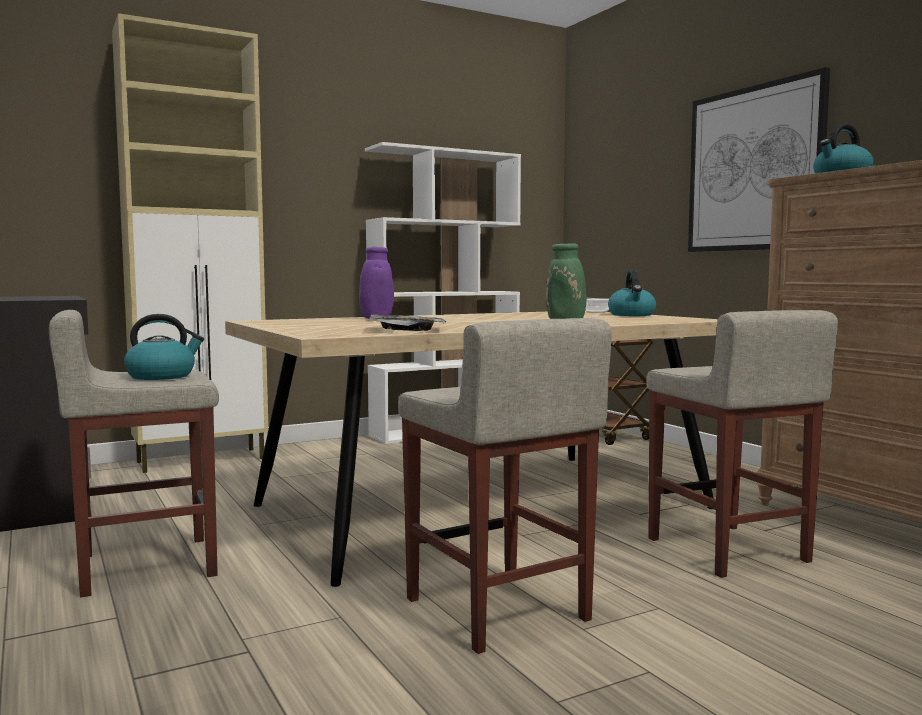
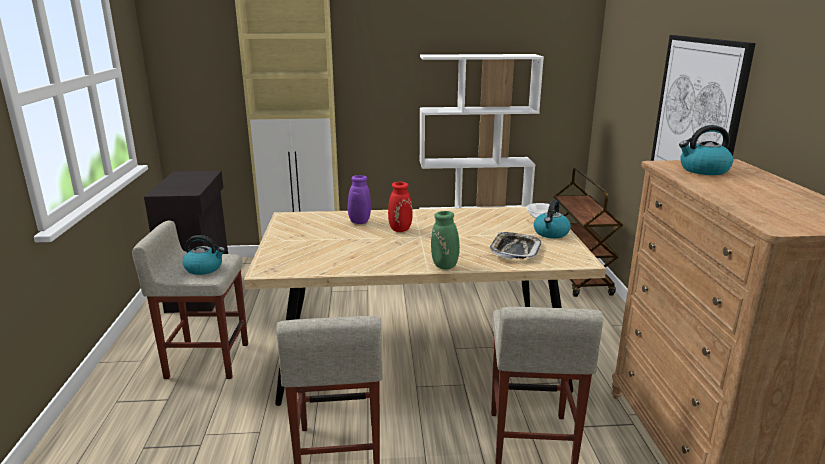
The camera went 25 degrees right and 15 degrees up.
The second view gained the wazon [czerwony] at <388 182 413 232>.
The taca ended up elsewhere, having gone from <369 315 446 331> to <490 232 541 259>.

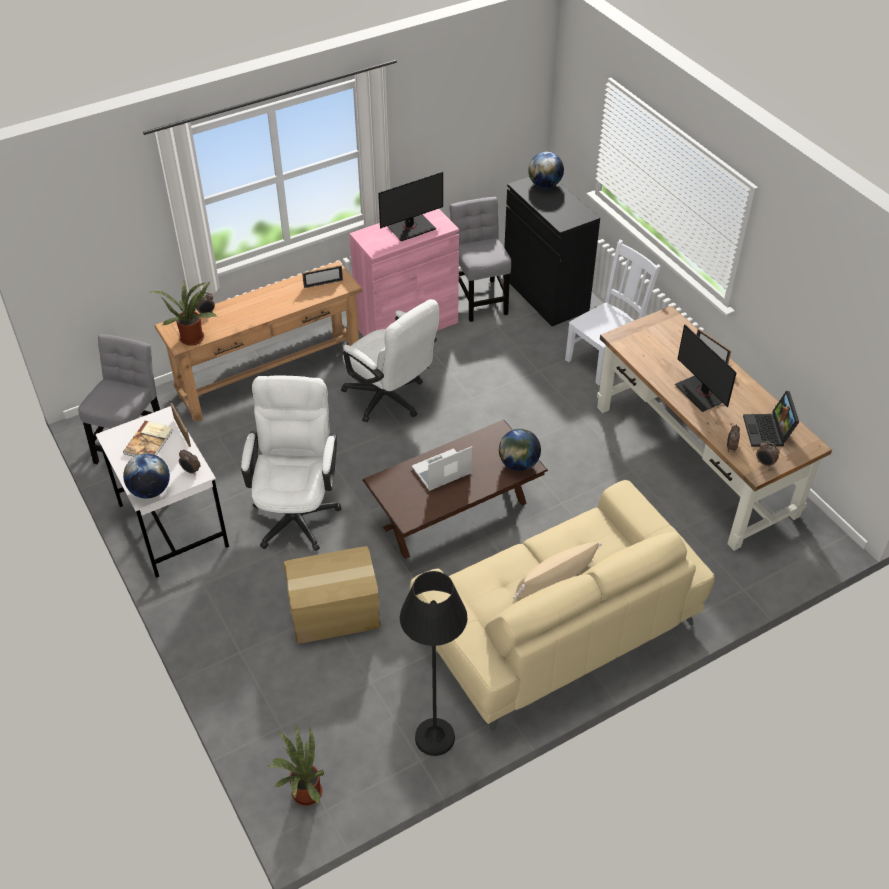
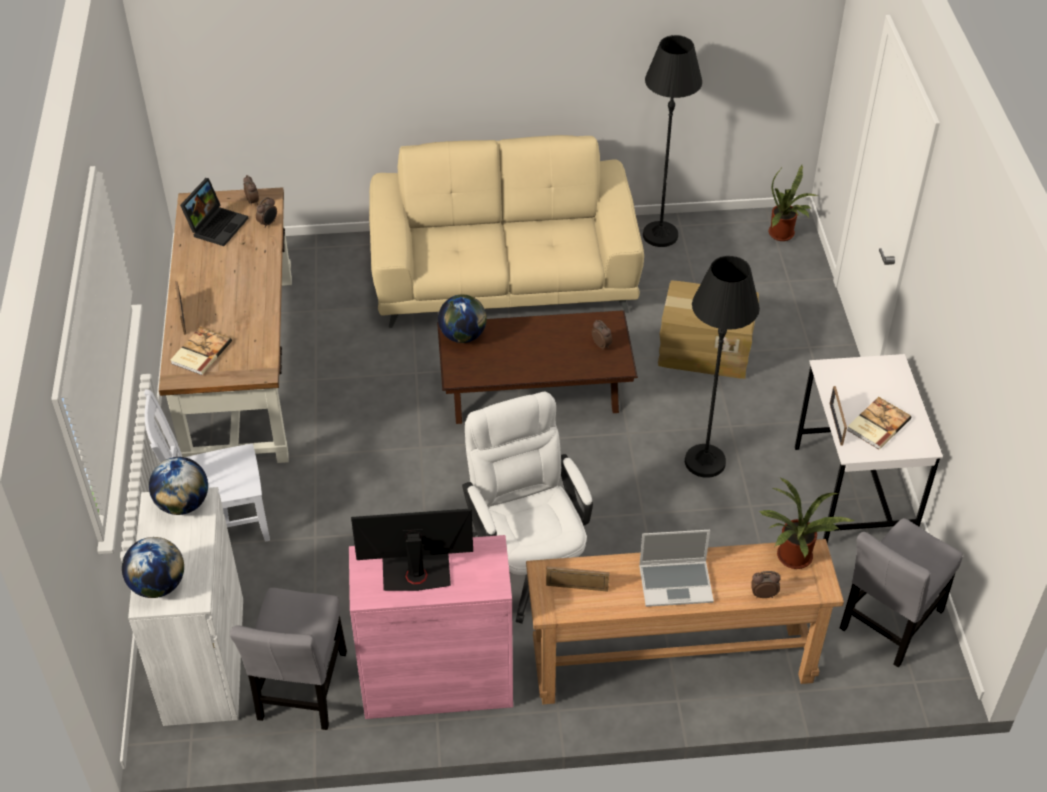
The camera went 155 degrees left and 0 degrees up.
What was the szafka [czarny] at <503 177 600 326> turned into the szafka [biały] at <128 487 243 726>.
The globus ended up elsewhere, having gone from <123 453 170 498> to <149 457 208 515>.
The second view gained the książka at <171 327 232 375>.
The budzik ended up elsewhere, having gone from <179 450 200 475> to <592 320 612 349>.
The laptop ended up elsewhere, having gone from <412 446 472 491> to <639 530 714 607>.
Where the krzesło biurowe [biały] stood at <241 376 341 551>, the lampa stojąca [czarny] came to stand at <685 256 760 478>.
The second view lost the poduszka [beżowy] at <513 542 602 600>.
The second view lost the monitor at <675 324 737 412>.

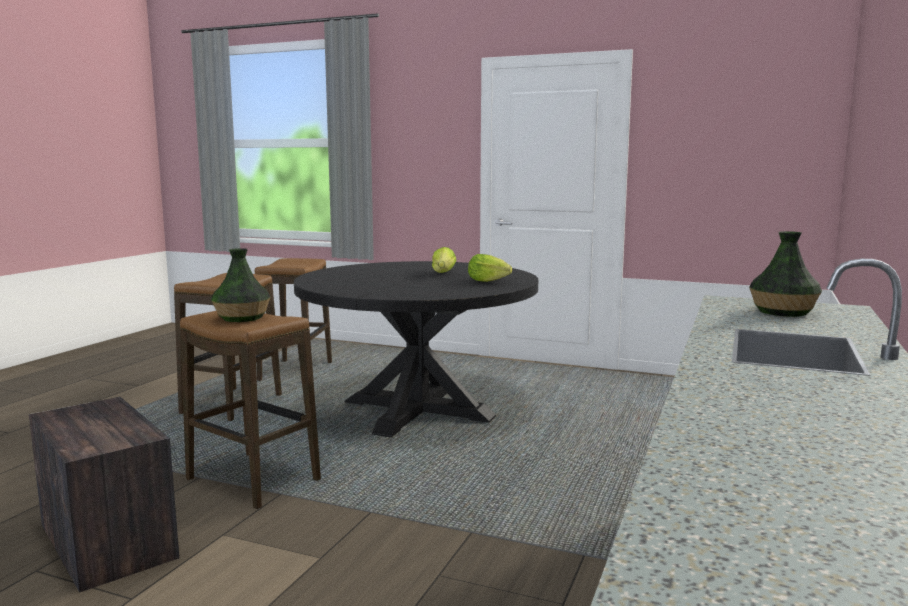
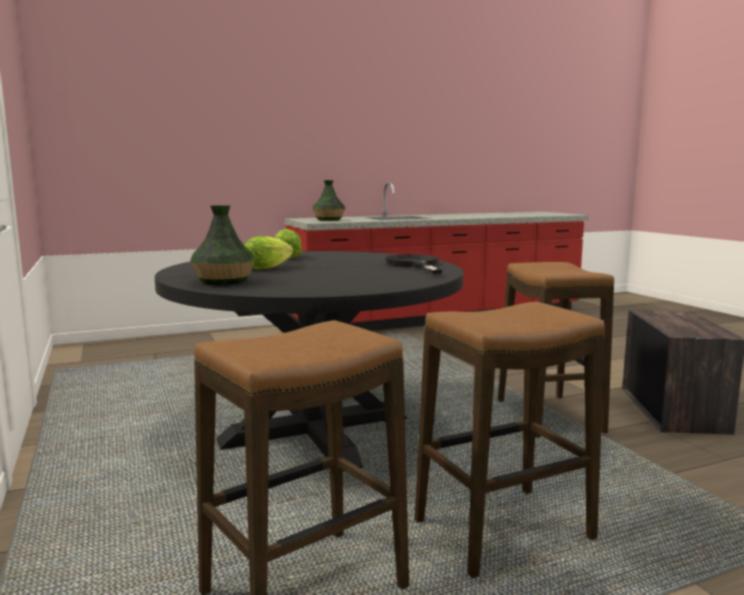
The camera went 135 degrees left and 0 degrees up.
The wazon ended up elsewhere, having gone from <211 248 271 322> to <190 205 255 285>.
The second view gained the patelnia [czarny] at <385 254 442 274>.

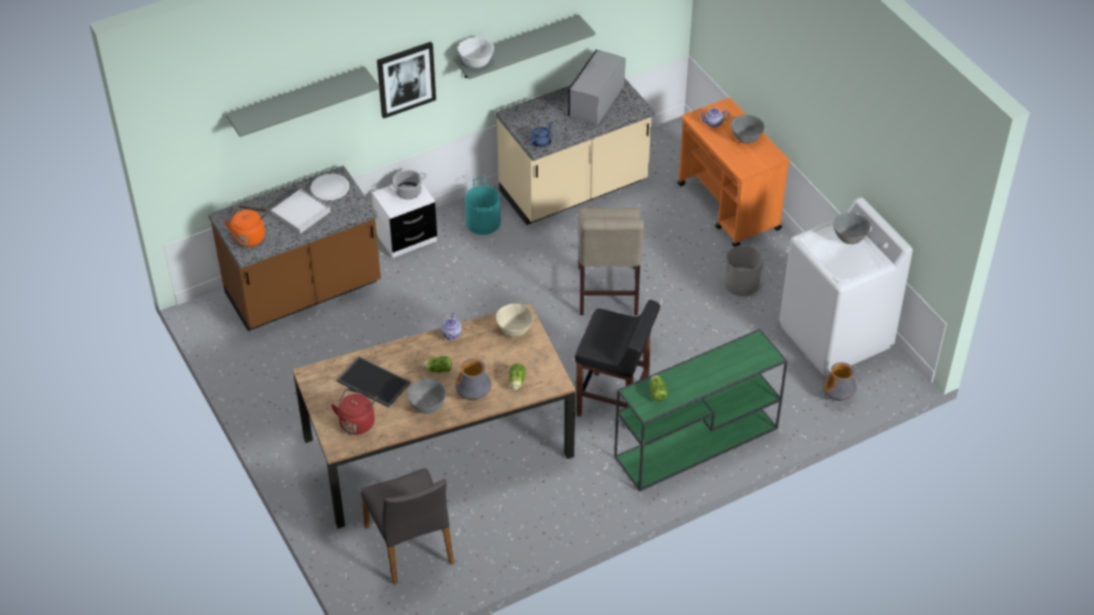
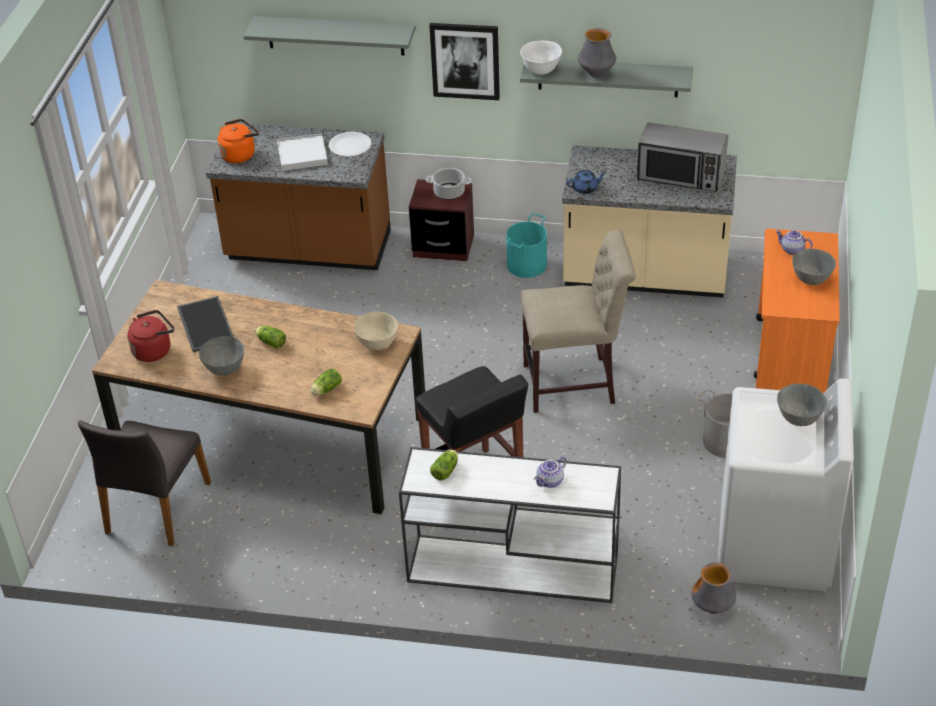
The camera went 40 degrees right and 5 degrees down.
What was the stolik konsolowy [zielony] at <614 329 788 492> turned into the stolik konsolowy [biały] at <399 447 621 603>.
What was the szafka nocna [biały] at <372 184 437 258> turned into the szafka nocna [brązowy] at <409 179 474 261>.
The krzesło [beżowy] at <578 208 644 315> ended up facing another way, 135 degrees counterclockwise from before.
The imbryk ended up elsewhere, having gone from <441 313 462 340> to <534 456 567 488>.
The wazon ended up elsewhere, having gone from <455 359 491 401> to <578 28 616 78>.
The mikrofalówka at <568 50 626 125> ended up facing another way, 135 degrees counterclockwise from before.

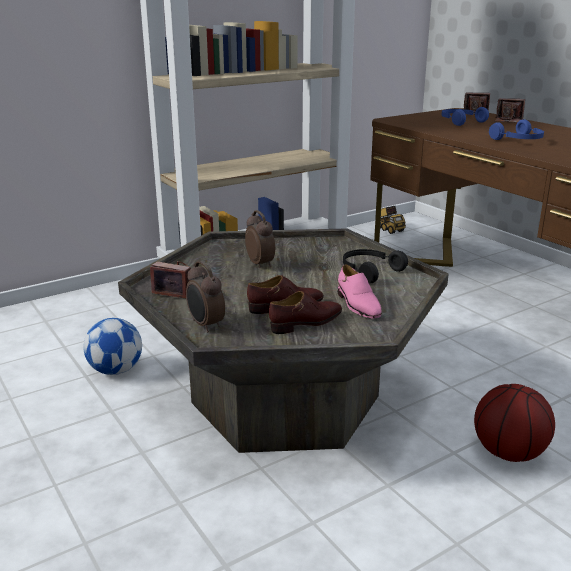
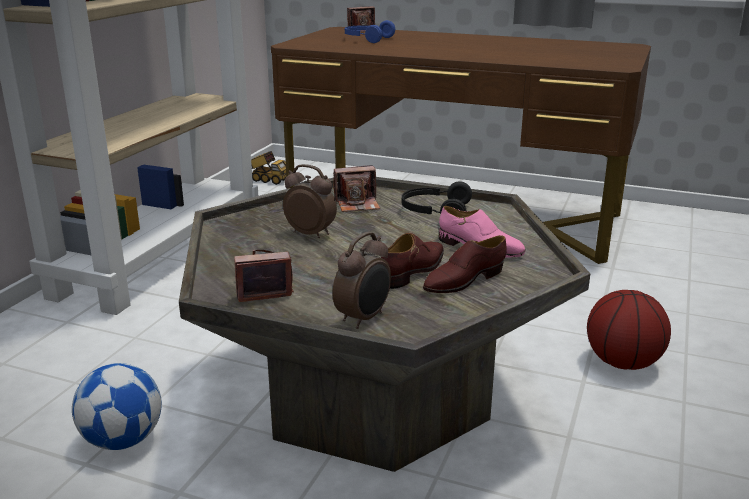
The camera went 35 degrees left and 0 degrees up.
The aparat fotograficzny ended up elsewhere, having gone from <495 98 525 123> to <333 165 380 212>.
The budzik at <186 261 225 332> ended up facing another way, 75 degrees counterclockwise from before.
The but [brązowy] at <269 291 342 334> ended up facing another way, 150 degrees counterclockwise from before.
The second view lost the słuchawki [niebieski] at <489 119 544 140>.

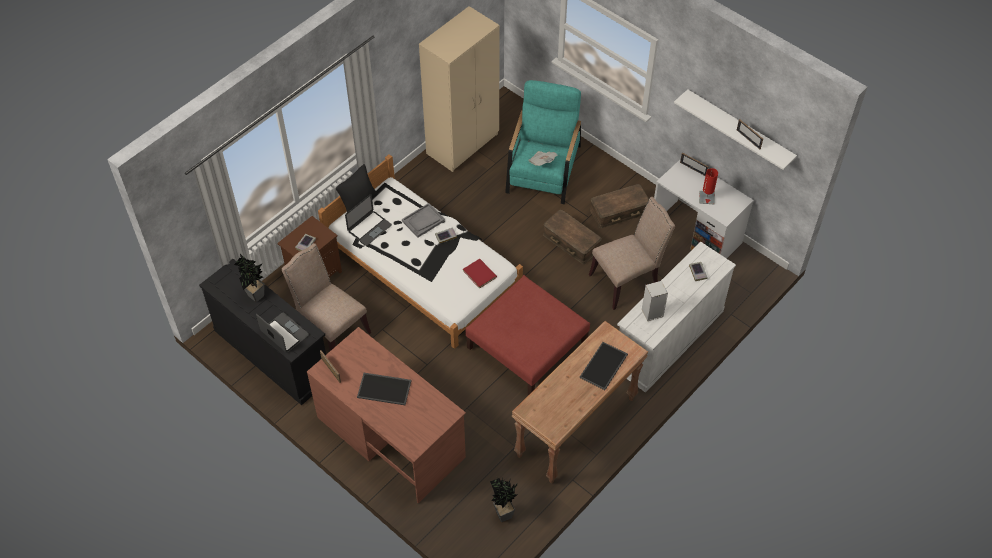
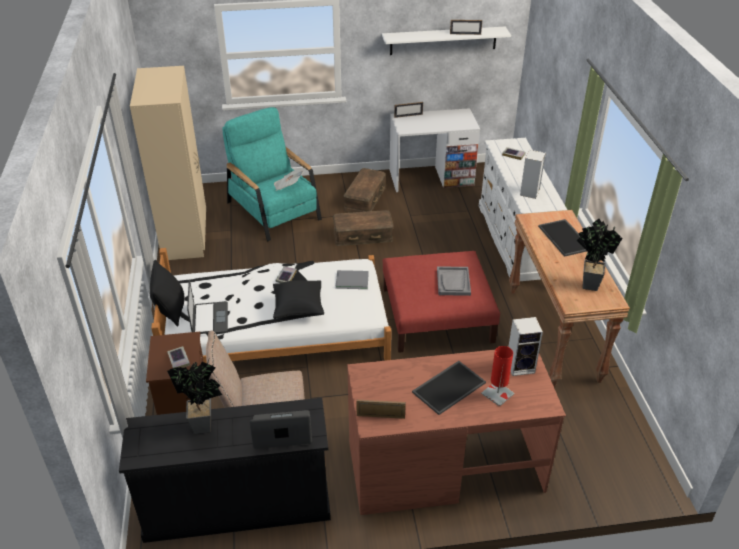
The camera went 50 degrees left and 15 degrees down.
The second view gained the poduszka [czarny] at <273 280 324 319>.
What was the książka [czerwony] at <463 259 497 289> turned into the książka [szary] at <336 270 369 289>.
The taca [szary] ended up elsewhere, having gone from <402 203 445 238> to <437 266 471 296>.
The lampa stołowa [czerwony] ended up elsewhere, having gone from <699 168 718 205> to <481 346 514 407>.
The second view gained the głośnik at <508 317 543 376>.
The roślina doniczkowa ended up elsewhere, having gone from <490 477 517 522> to <576 219 623 291>.
The second view lost the krzesło [beżowy] at <589 197 675 310>.

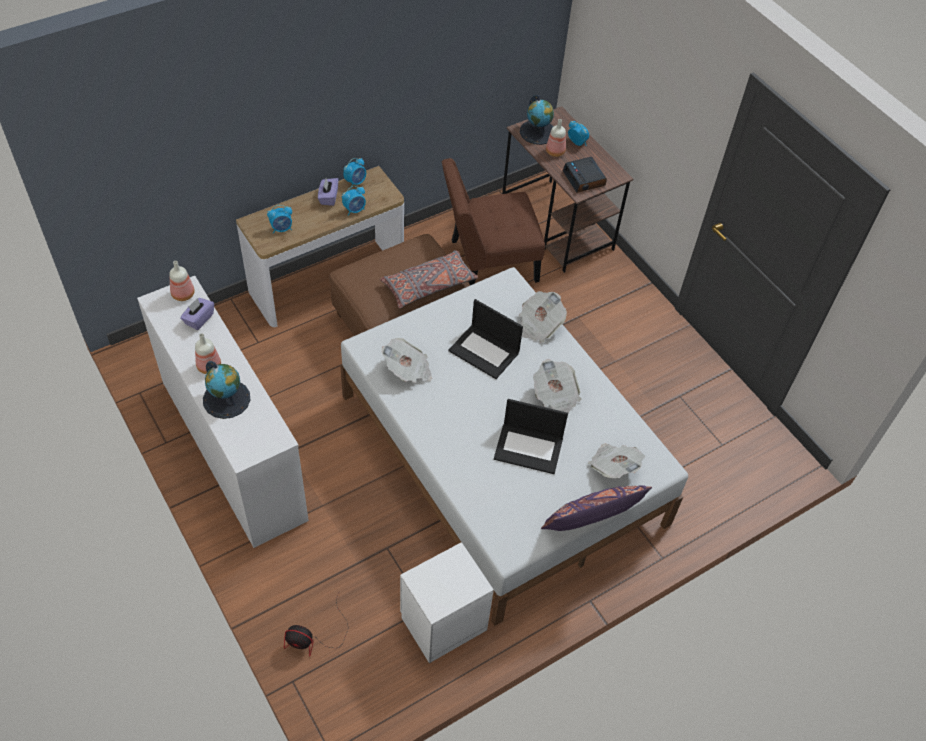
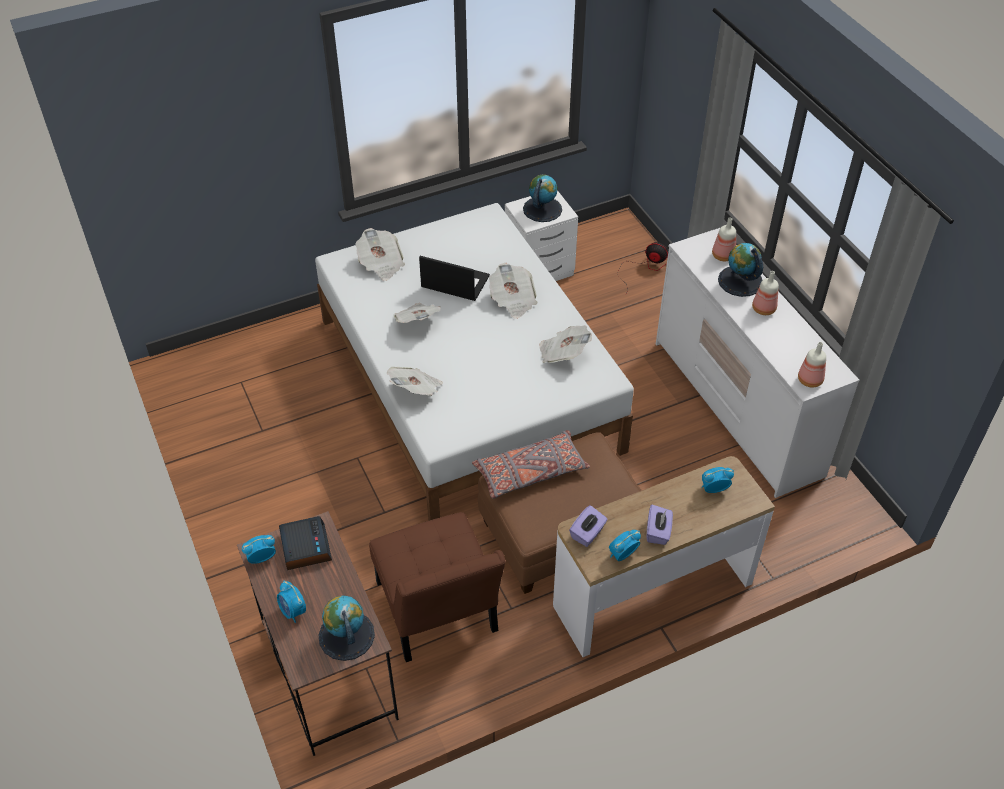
The camera went 170 degrees left and 5 degrees down.
The budzik ended up elsewhere, having gone from <342 186 366 216> to <242 535 276 564>.
The krzesło [brązowy] at <442 158 545 285> ended up facing another way, 75 degrees clockwise from before.
The second view gained the gazeta at <489 263 538 319>.
The second view gained the globus at <523 175 562 222>.
The pudełko chusteczek [fioletowy] ended up elsewhere, having gone from <180 298 214 330> to <569 505 608 547>.
The butelka ended up elsewhere, having gone from <546 119 566 157> to <712 217 736 261>.
The second view lost the laptop at <449 299 523 379>.
The second view lost the poduszka [fioletowy] at <541 485 652 531>.

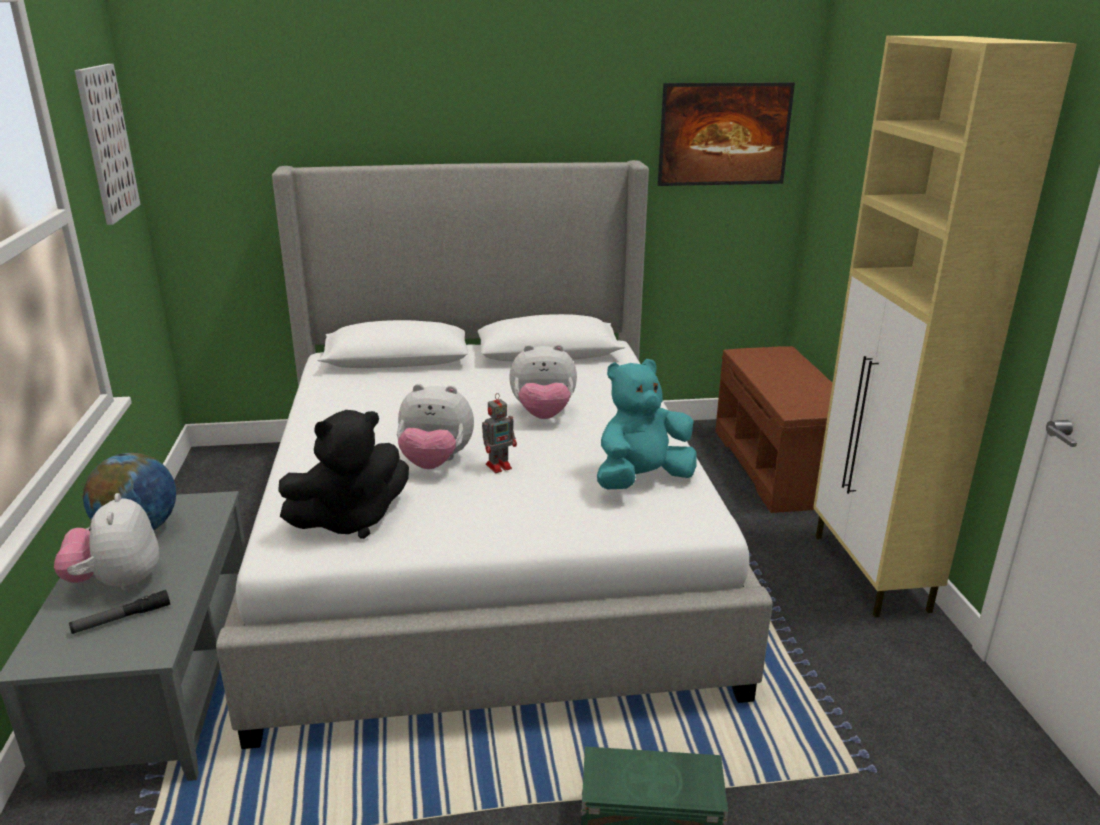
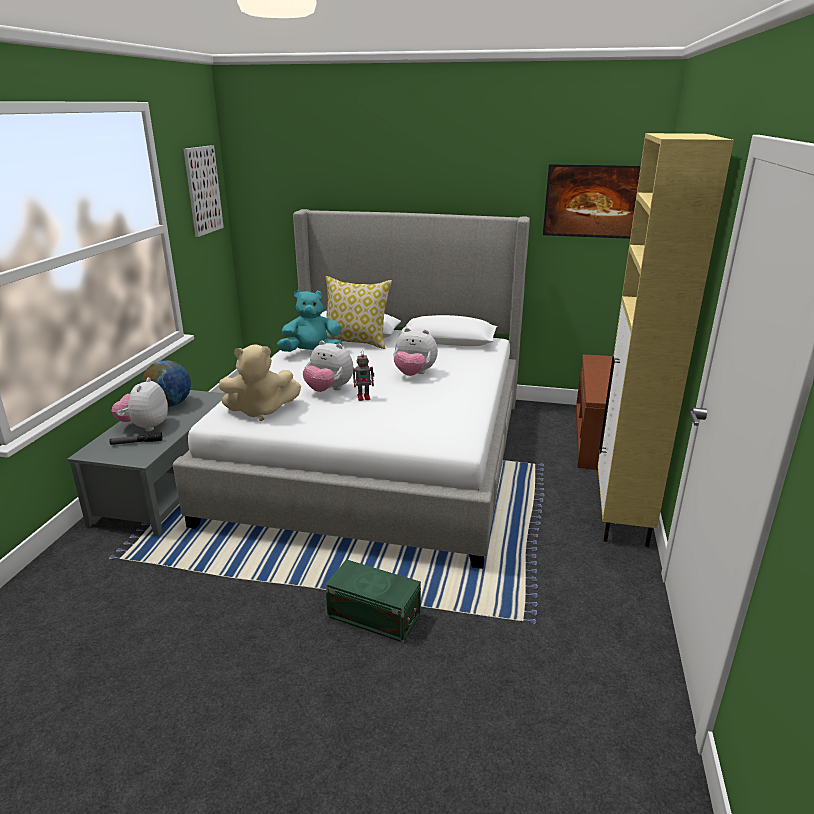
The camera went 20 degrees right and 0 degrees up.
What was the pluszak [czarny] at <278 410 409 539> turned into the pluszak [beżowy] at <219 344 301 421>.
The pluszak [turkusowy] ended up elsewhere, having gone from <597 359 696 489> to <277 290 343 352>.
The second view gained the poduszka at <326 276 392 349>.

